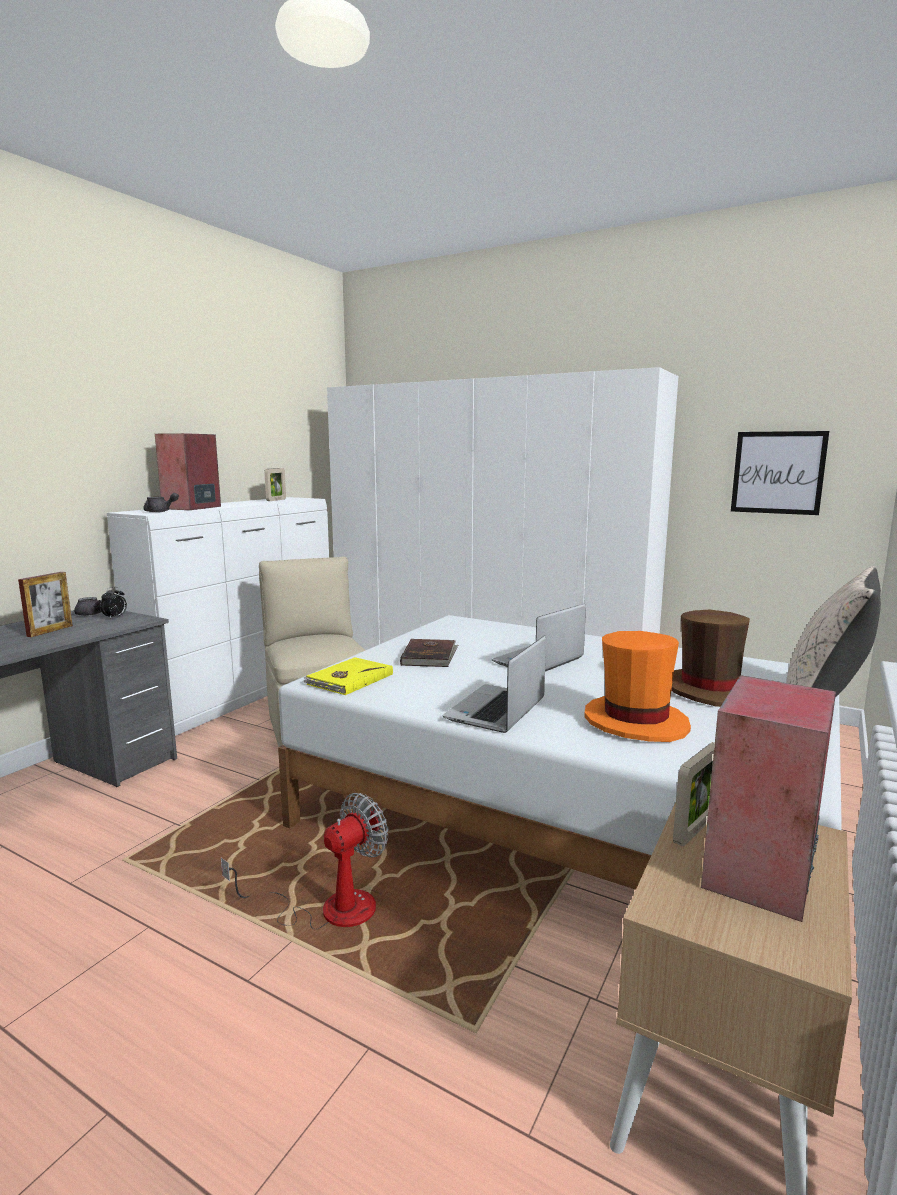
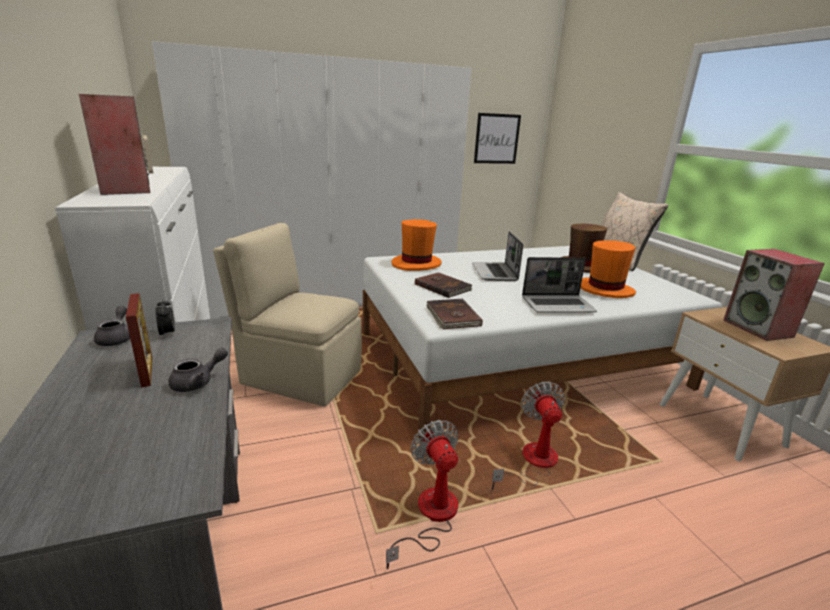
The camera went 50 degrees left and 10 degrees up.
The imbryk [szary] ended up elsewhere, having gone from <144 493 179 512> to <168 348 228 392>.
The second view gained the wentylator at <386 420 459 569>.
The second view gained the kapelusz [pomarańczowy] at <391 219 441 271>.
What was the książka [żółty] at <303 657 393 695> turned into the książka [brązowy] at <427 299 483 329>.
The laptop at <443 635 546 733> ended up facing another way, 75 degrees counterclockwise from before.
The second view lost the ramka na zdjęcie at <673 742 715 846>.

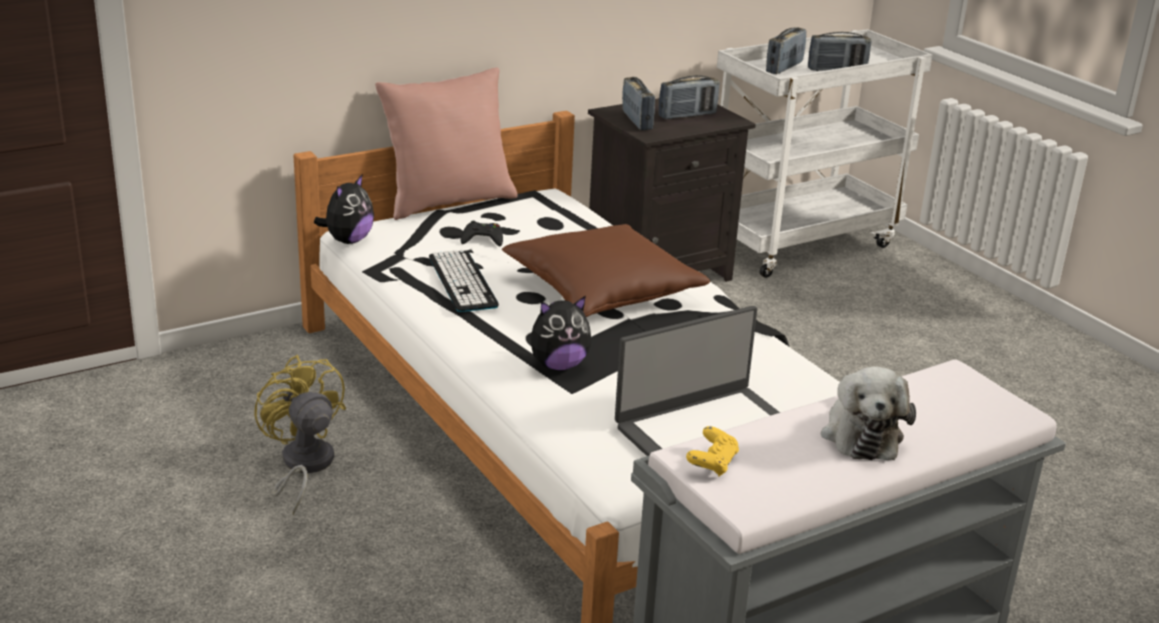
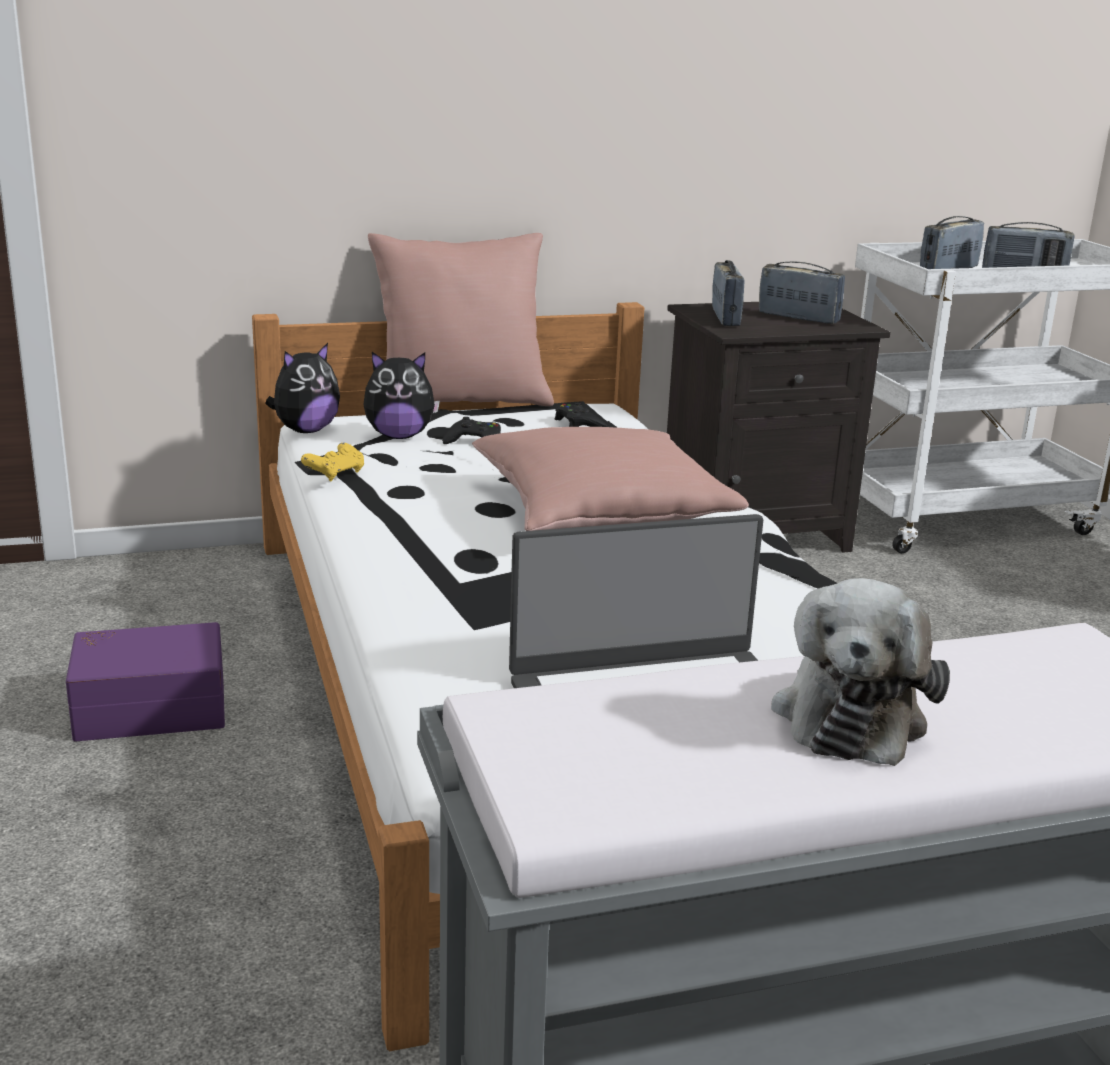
The camera went 15 degrees right and 5 degrees down.
Where the wentylator [żółty] stood at <254 355 346 515>, the pojemnik do przechowywania [fioletowy] came to stand at <66 622 225 741>.
The pad do gier [żółty] ended up elsewhere, having gone from <686 426 739 477> to <301 443 364 481>.
The pluszak ended up elsewhere, having gone from <530 296 592 371> to <363 352 440 439>.
What was the poduszka [brązowy] at <502 224 710 317> turned into the poduszka [różowy] at <472 427 749 531>.
The second view gained the pad do gier [czarny] at <555 403 608 427>.
The radio at <659 75 720 119> ended up facing another way, 135 degrees counterclockwise from before.
The second view lost the klawiatura at <429 250 499 312>.

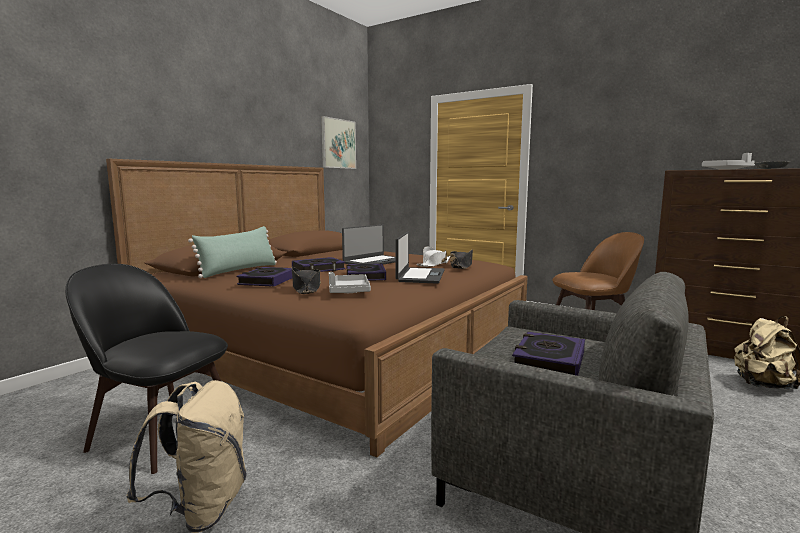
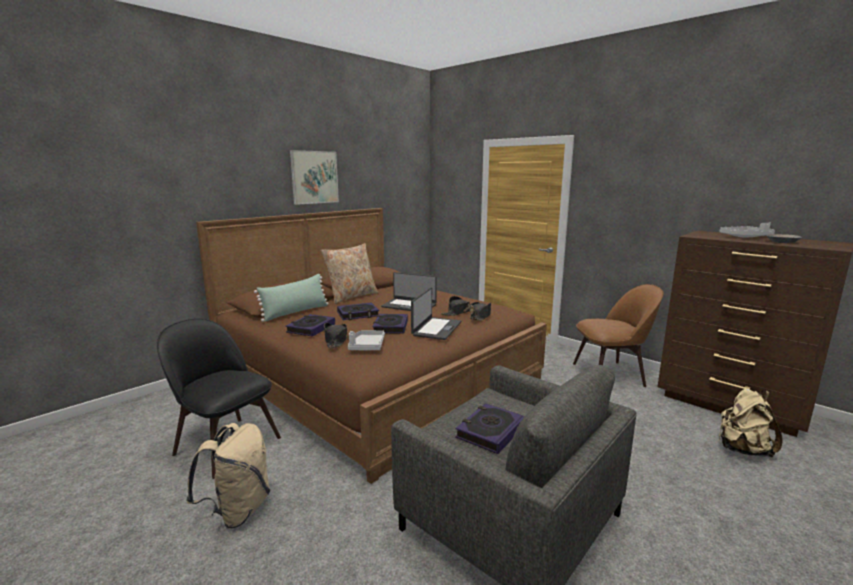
The camera went 10 degrees right and 5 degrees up.
The obraz ended up elsewhere, having gone from <321 116 356 169> to <290 150 339 205>.
The second view gained the poduszka [beżowy] at <321 243 379 304>.
The laptop at <342 224 396 264> ended up facing another way, 60 degrees clockwise from before.
What was the kapelusz [biały] at <417 246 450 267> turned into the kapelusz [czarny] at <441 296 472 316>.

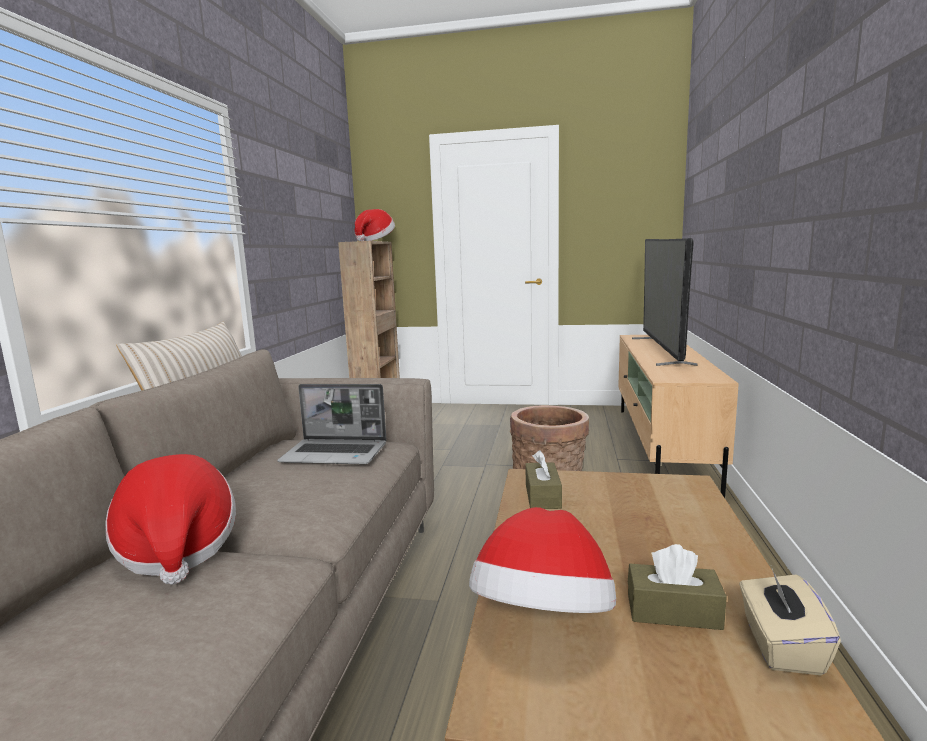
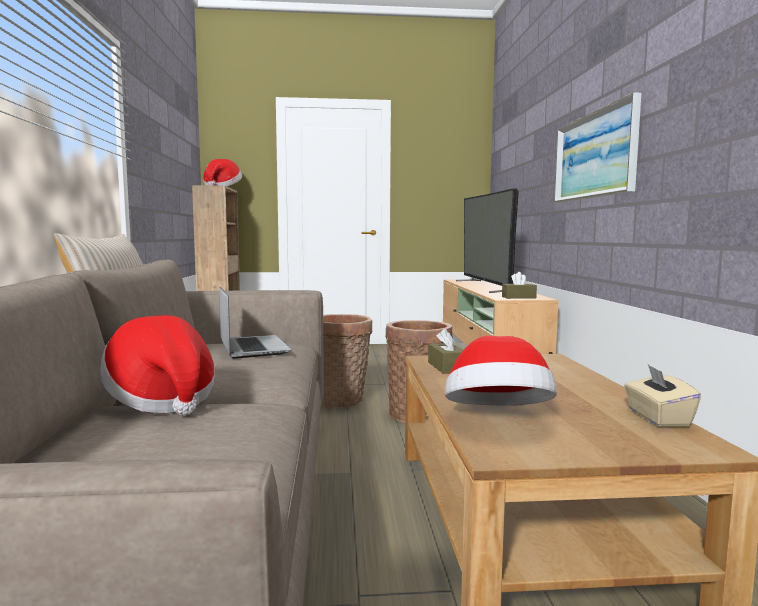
The camera went 15 degrees left and 5 degrees down.
The laptop at <277 384 387 464> ended up facing another way, 105 degrees counterclockwise from before.
The second view gained the koszyk at <322 314 372 408>.
The pudełko chusteczek [brązowy] ended up elsewhere, having gone from <628 544 727 630> to <502 272 537 299>.
The second view gained the obraz at <554 92 642 203>.

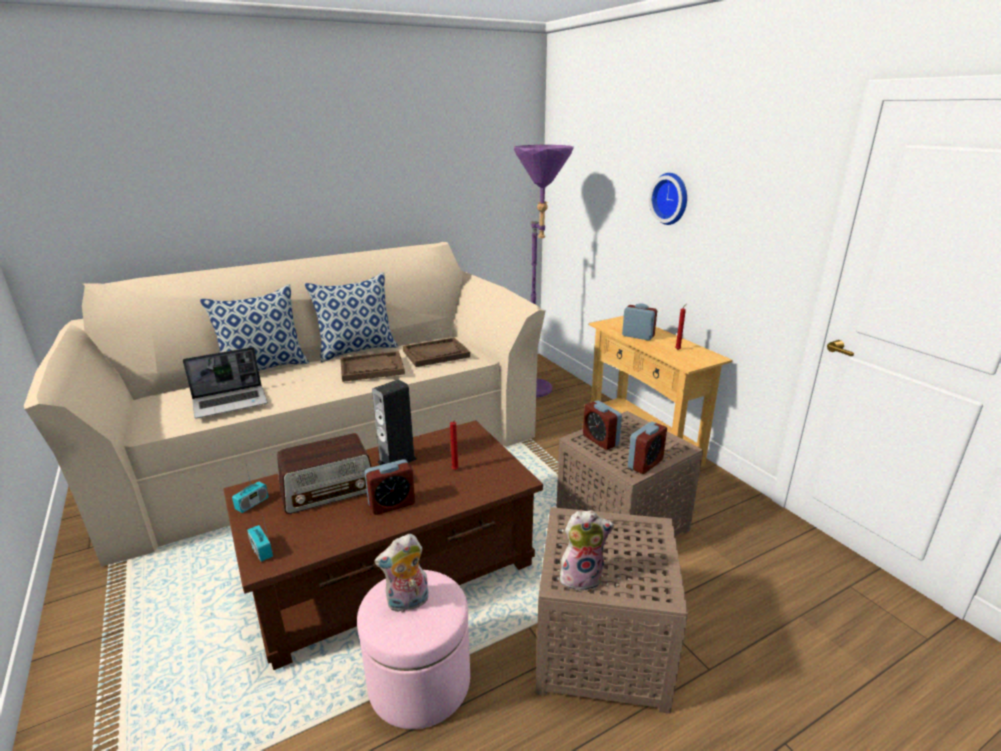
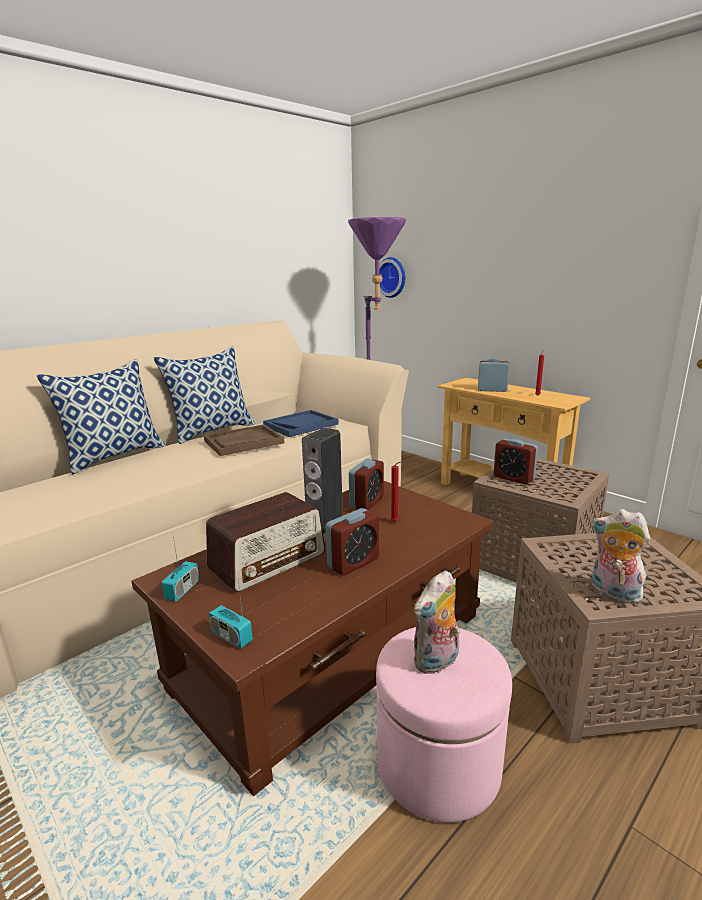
The camera went 15 degrees left and 5 degrees down.
What was the taca [brązowy] at <403 337 470 367> turned into the taca [niebieski] at <263 410 339 437>.
The budzik ended up elsewhere, having gone from <628 421 667 474> to <349 459 384 510>.
The zegar ścienny ended up elsewhere, having gone from <649 173 687 225> to <379 257 405 298>.
The pluszak at <560 510 614 591> ended up facing another way, 120 degrees counterclockwise from before.
The second view lost the laptop at <183 347 268 418>.

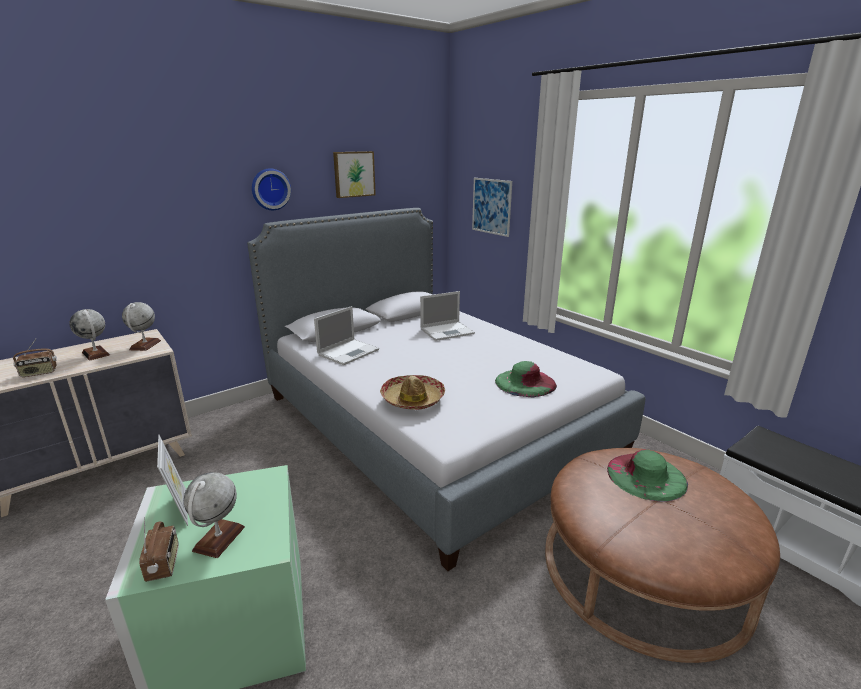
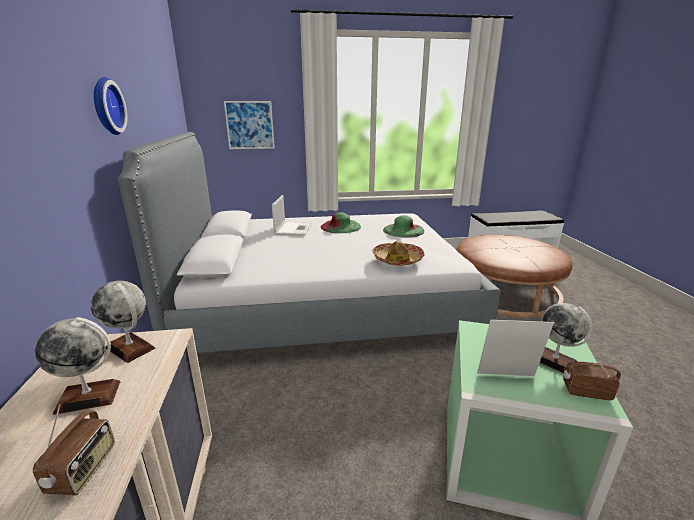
The camera went 60 degrees left and 0 degrees up.
The kapelusz [zielony] ended up elsewhere, having gone from <607 449 688 502> to <321 212 361 233>.
The second view lost the laptop at <314 306 379 365>.
The second view lost the obraz at <333 151 376 198>.

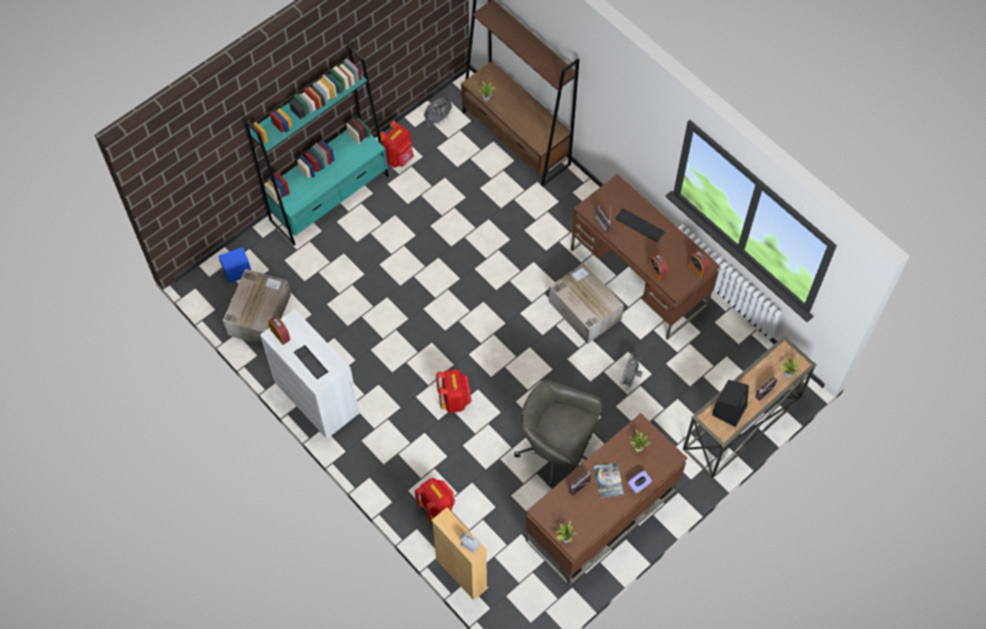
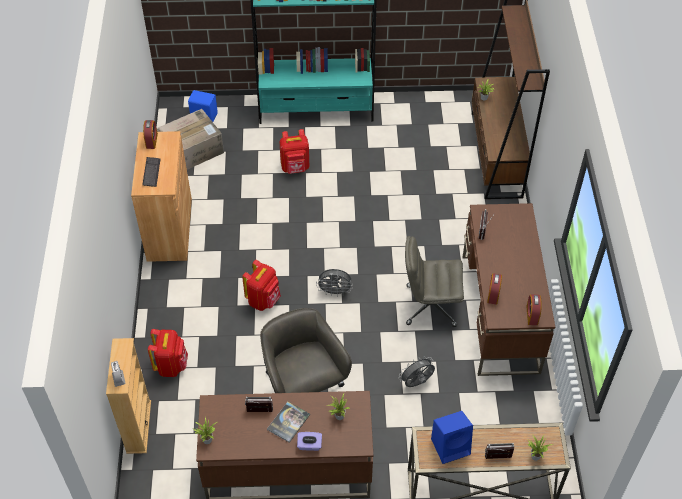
The camera went 40 degrees right and 10 degrees down.
What was the szafka [biały] at <260 309 359 439> turned into the szafka [brązowy] at <131 131 192 262>.
The plecak [czerwony] ended up elsewhere, having gone from <380 121 414 168> to <279 129 309 174>.
The wentylator [szary] ended up elsewhere, having gone from <424 97 454 126> to <316 269 353 297>.
Where the karton stood at <548 263 624 344>, the krzesło biurowe [szary] came to stand at <405 236 464 327>.
What was the głośnik [czarny] at <712 380 749 427> turned into the głośnik [niebieski] at <431 411 473 464>.
The second view lost the klawiatura at <615 208 665 242>.

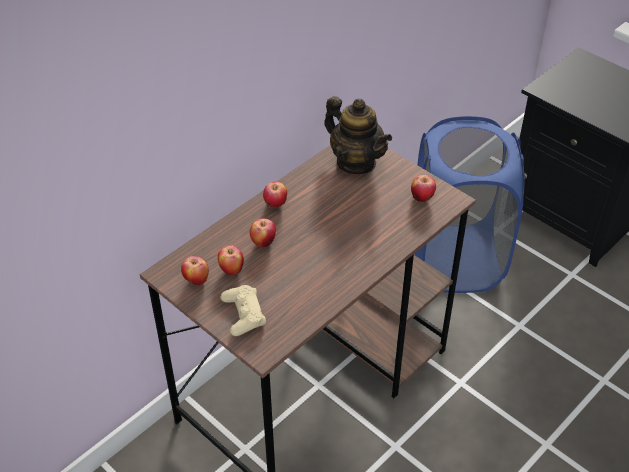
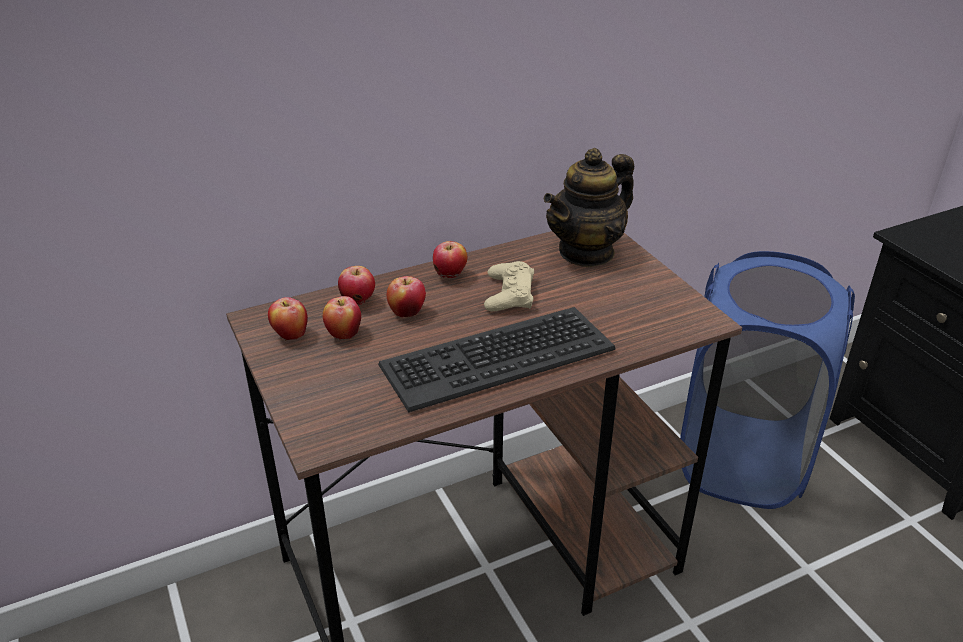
The camera went 20 degrees right and 10 degrees down.
The jabłko ended up elsewhere, having gone from <411 175 436 202> to <338 266 375 305>.
The second view gained the klawiatura at <378 307 616 413>.
The pad do gier [beżowy] ended up elsewhere, having gone from <220 285 266 336> to <484 261 534 311>.
The imbryk at <324 96 392 174> ended up facing another way, 75 degrees clockwise from before.

